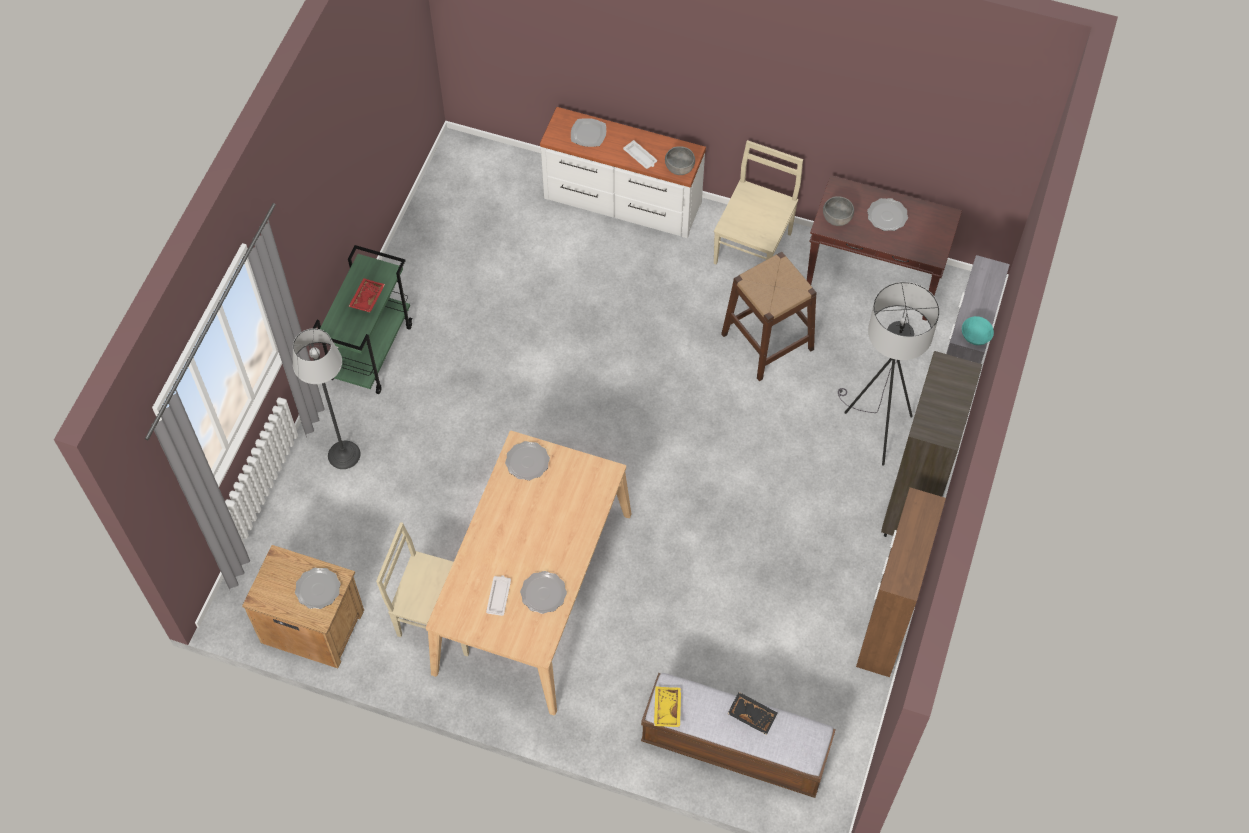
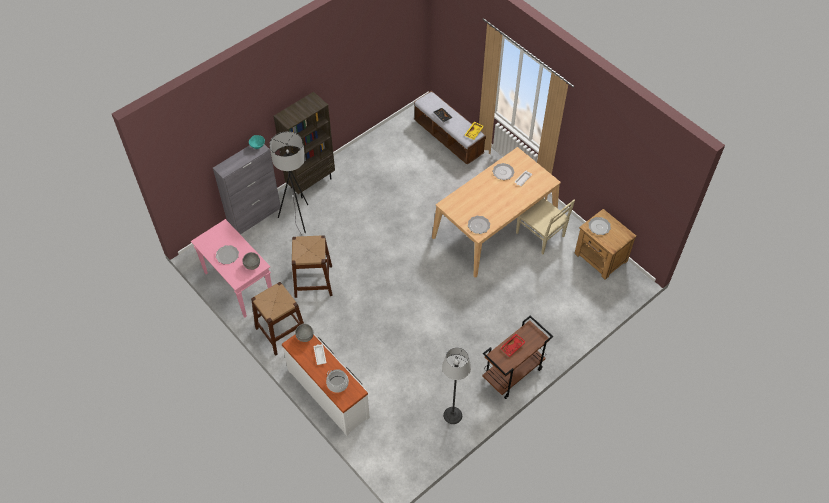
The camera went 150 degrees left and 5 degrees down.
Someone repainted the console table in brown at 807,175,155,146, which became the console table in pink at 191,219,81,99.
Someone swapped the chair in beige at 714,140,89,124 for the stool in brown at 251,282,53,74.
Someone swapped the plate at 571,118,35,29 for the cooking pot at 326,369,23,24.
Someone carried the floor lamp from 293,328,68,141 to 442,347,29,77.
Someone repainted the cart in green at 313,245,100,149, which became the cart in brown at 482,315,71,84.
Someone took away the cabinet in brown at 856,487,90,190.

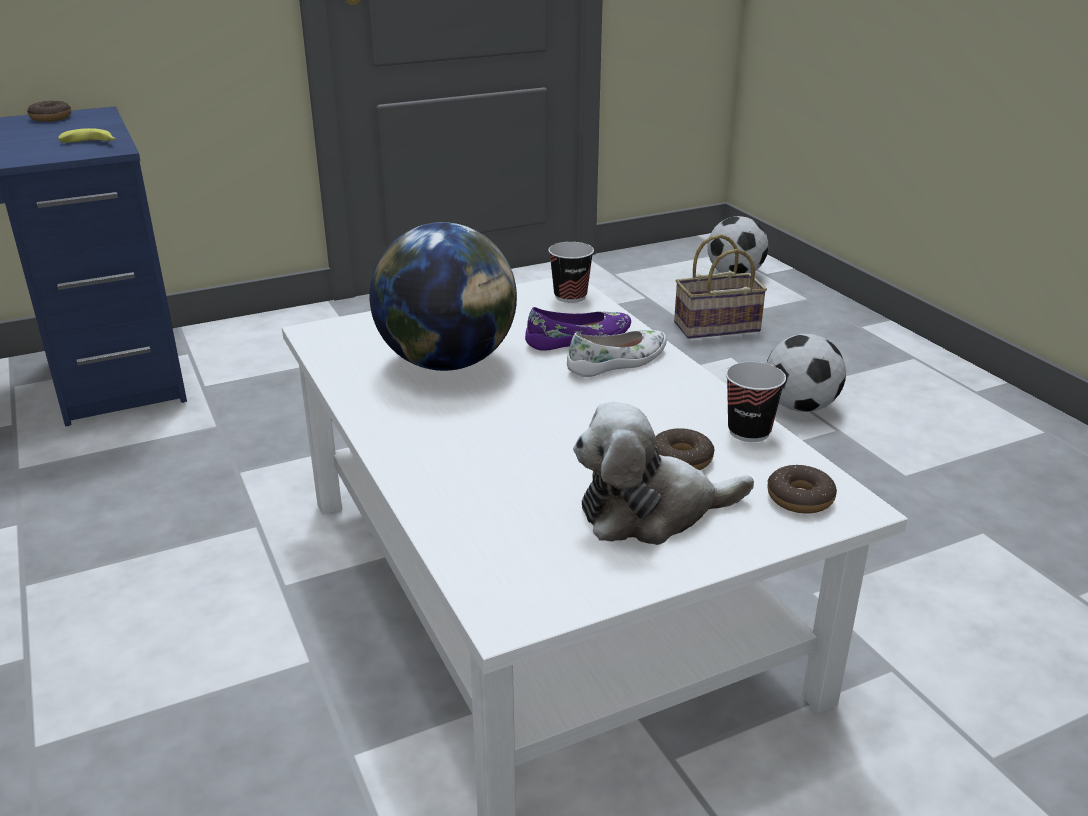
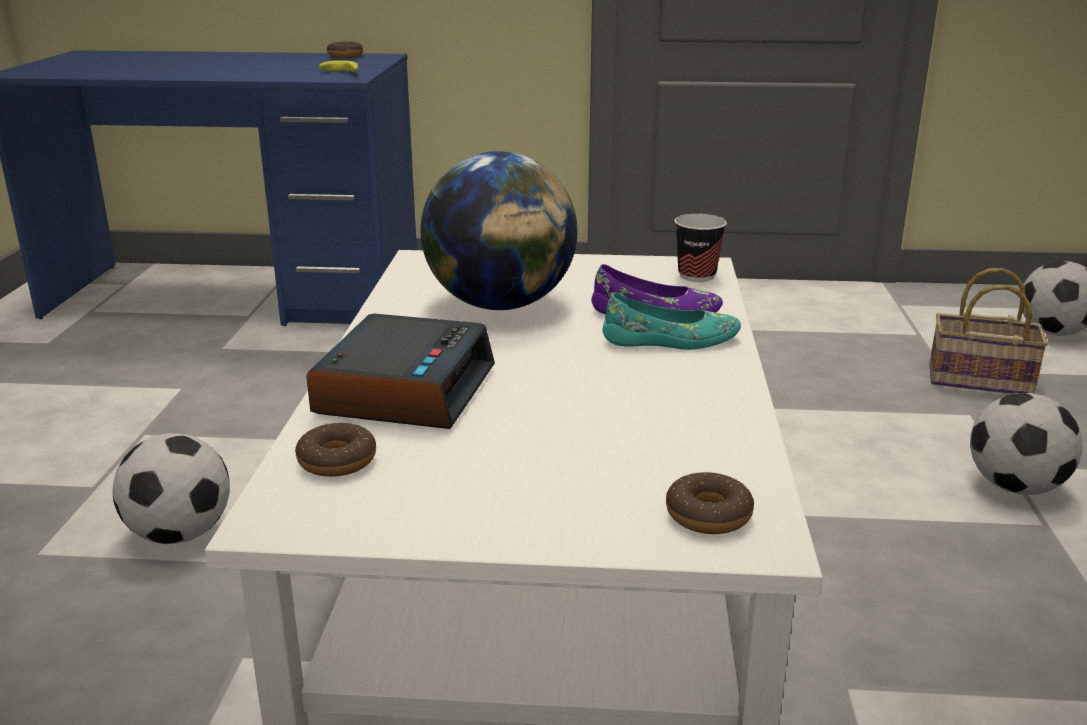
The camera went 30 degrees right and 5 degrees down.
Someone put down the football at 112,433,118,111.
Someone carried the donut from 655,428,60,42 to 295,423,81,54.
Someone put down the alarm clock at 306,314,189,115.
Someone repainted the shoe in white at 567,330,100,47, which became the shoe in turquoise at 602,292,139,58.
Someone took away the plush toy at 573,402,181,143.
Someone took away the cup at 726,362,60,80.

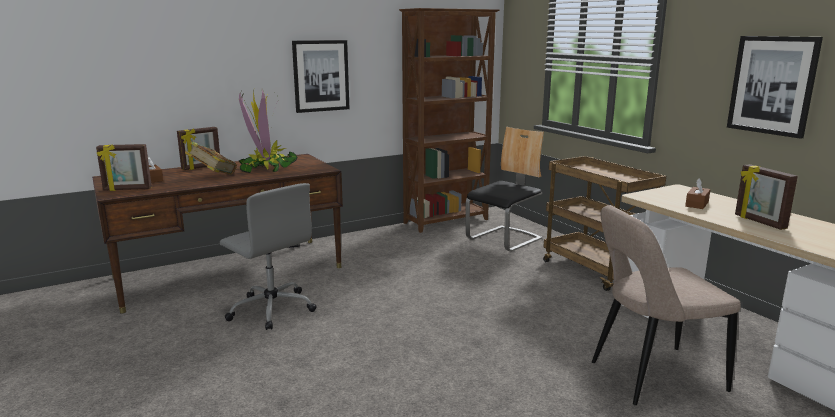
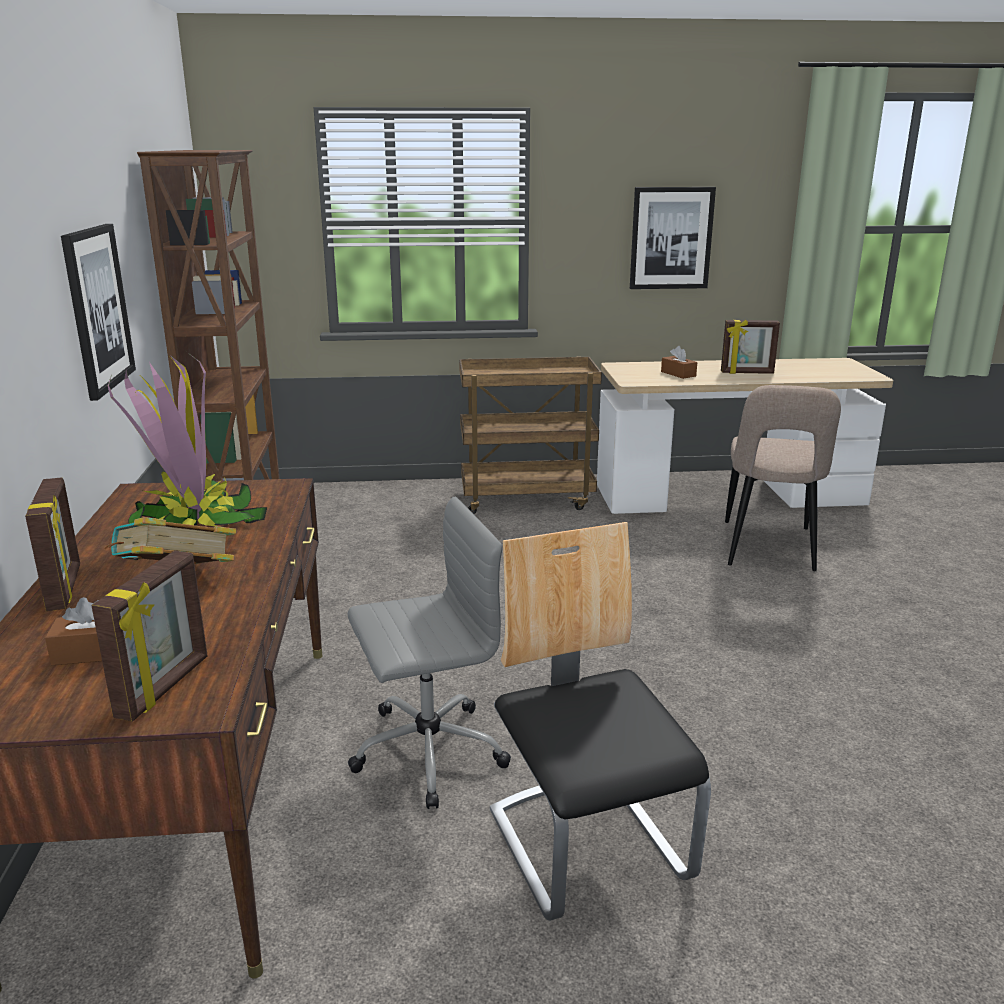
The camera went 65 degrees left and 5 degrees up.
Someone carried the chair from 466,127,78,125 to 490,522,221,399.

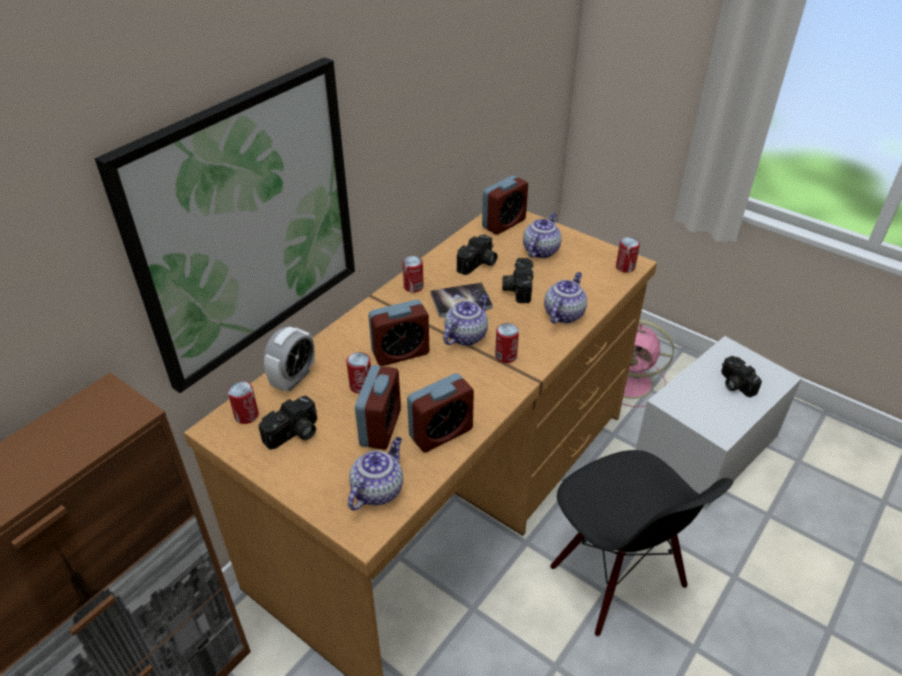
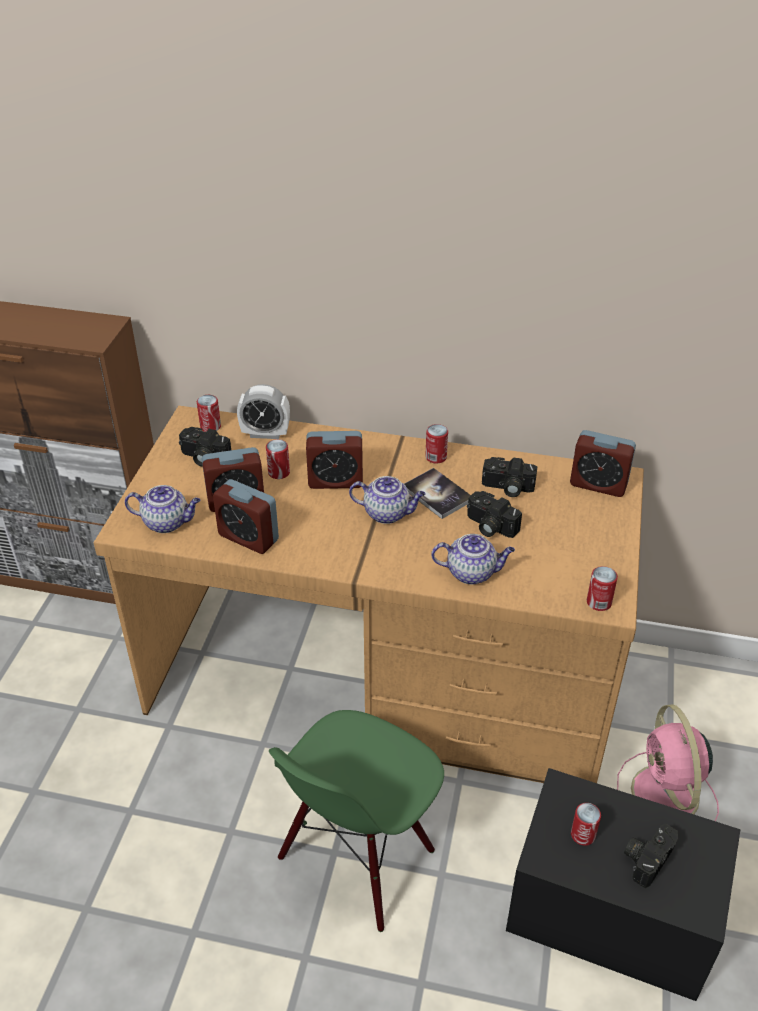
The camera went 65 degrees right and 0 degrees up.
Someone repainted the chair in black at 551,450,182,187, which became the chair in green at 269,710,175,222.
Someone rotated the alarm clock at 368,300,61,66 by 45 degrees counterclockwise.
Someone rotated the photo camera at 502,258,31,45 by 120 degrees counterclockwise.
Someone repainted the storage box in white at 635,336,167,173, which became the storage box in black at 506,768,235,233.
Someone carried the can from 495,323,24,40 to 571,803,30,43.
Someone took away the picture at 95,57,260,336.
Someone took away the teapot at 523,213,39,45.

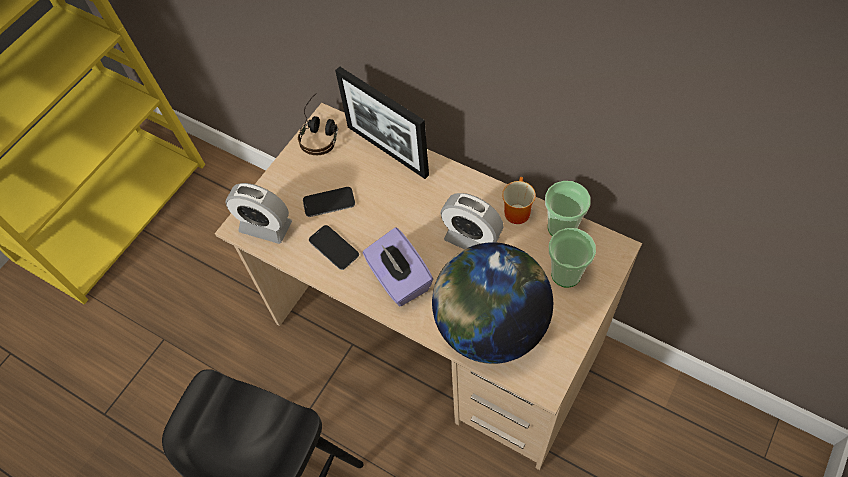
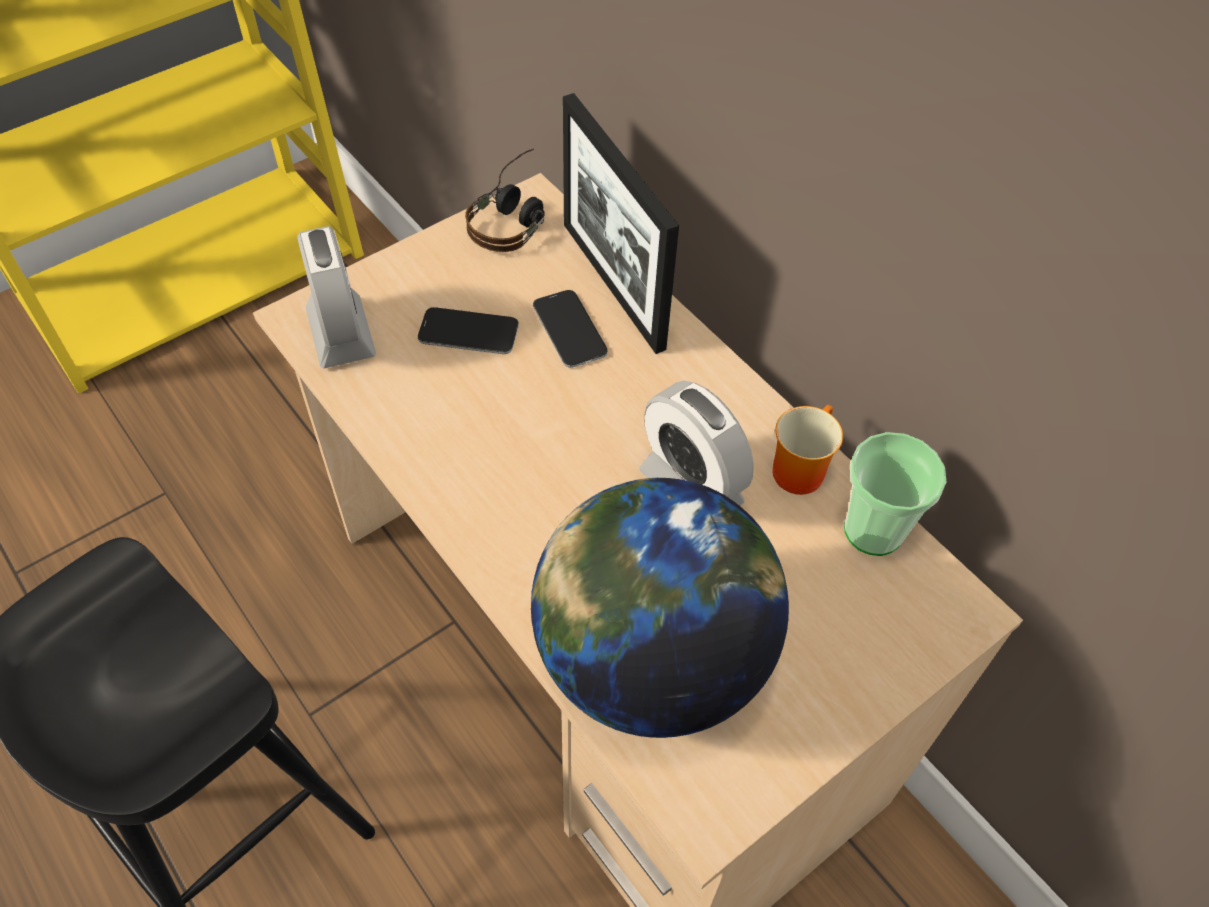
The camera went 15 degrees right and 5 degrees down.
Someone rotated the alarm clock at 225,183,67,61 by 150 degrees counterclockwise.
Someone carried the phone from 309,225,50,45 to 533,290,75,78.
Someone took away the tissue box in purple at 363,227,70,79.
Someone took away the cup at 549,228,47,59.

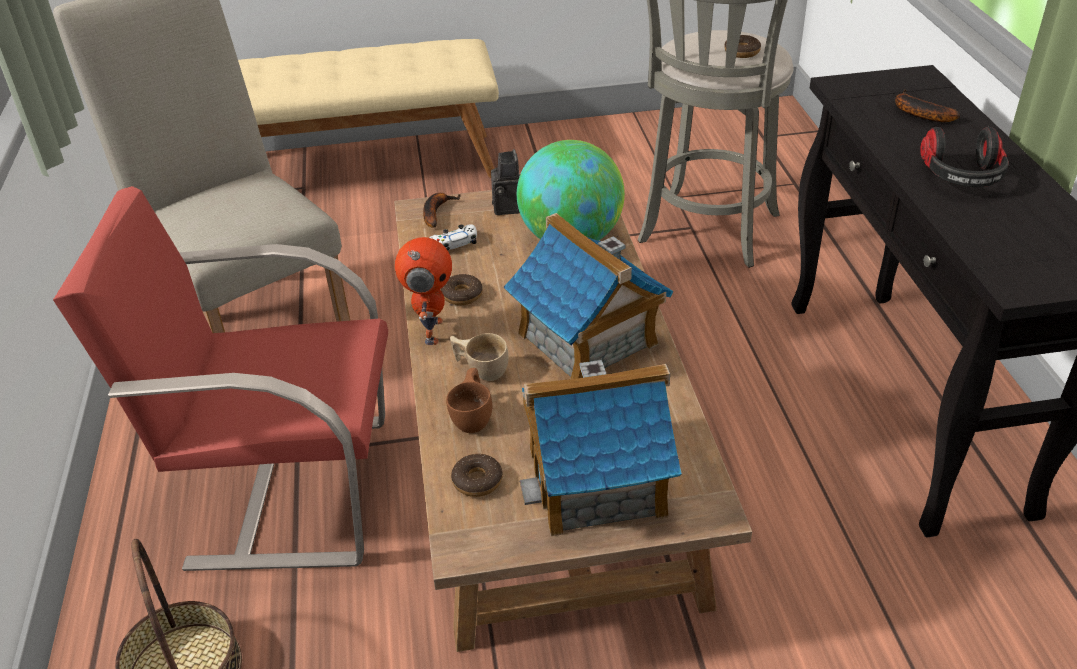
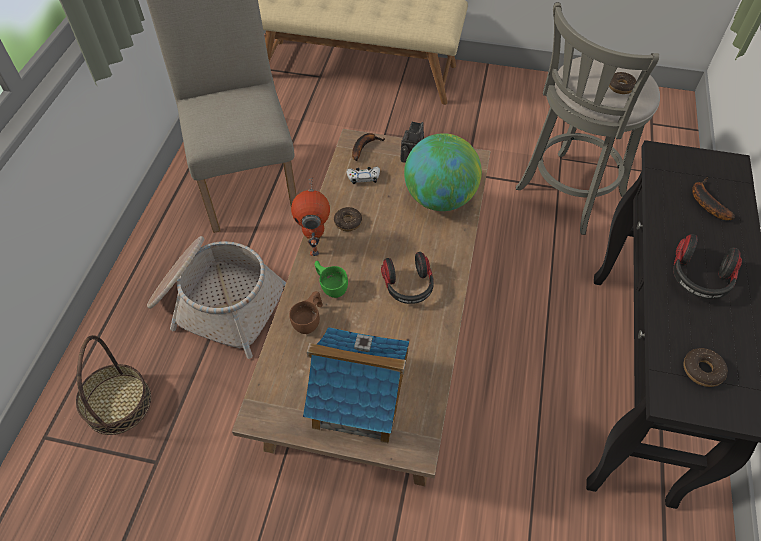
The camera went 20 degrees right and 15 degrees up.
Someone swapped the chair in red at 53,186,335,385 for the basket at 147,236,139,123.
Someone rotated the toy robot at 395,237,57,108 by 150 degrees clockwise.
Someone repainted the cup in beige at 450,333,58,48, which became the cup in green at 315,261,33,37.
Someone swapped the toy house at 504,213,169,166 for the headphones at 381,252,53,52.
Someone carried the donut from 451,454,52,43 to 684,348,44,39.

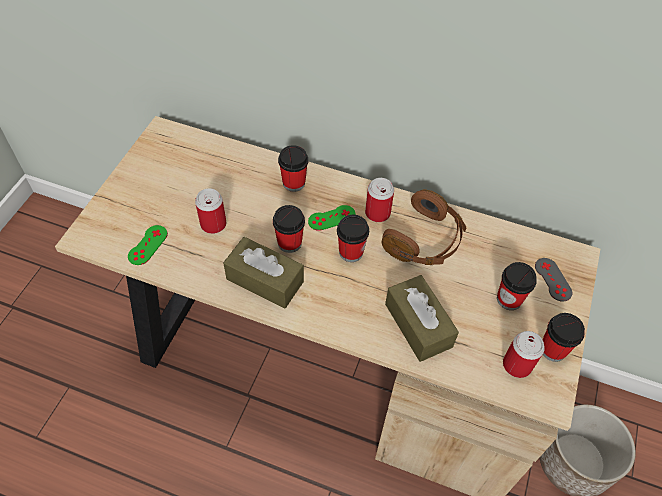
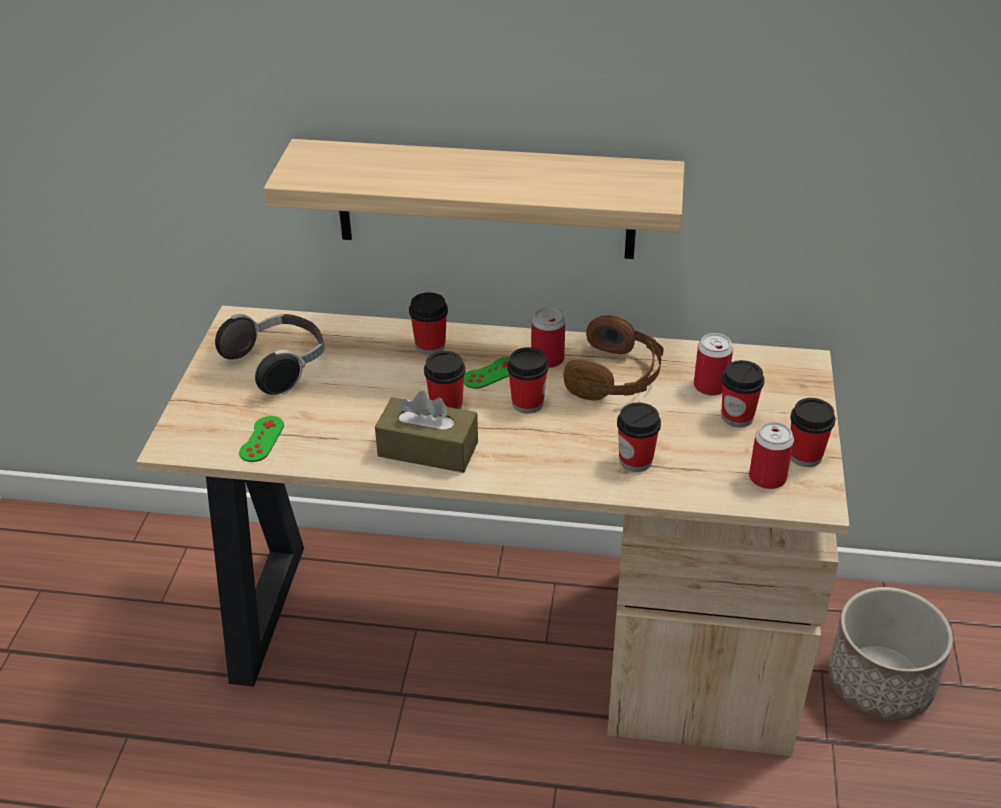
The camera went 10 degrees left and 15 degrees down.
Someone put down the headphones at 215,314,109,81.
Someone put up the shelf at 263,139,422,120.
Someone swapped the tissue box in brown at 385,275,74,87 for the cup at 617,402,44,70.
Someone carried the can from 195,188,31,46 to 694,333,39,63.
Someone took away the game controller in grey at 535,258,38,44.

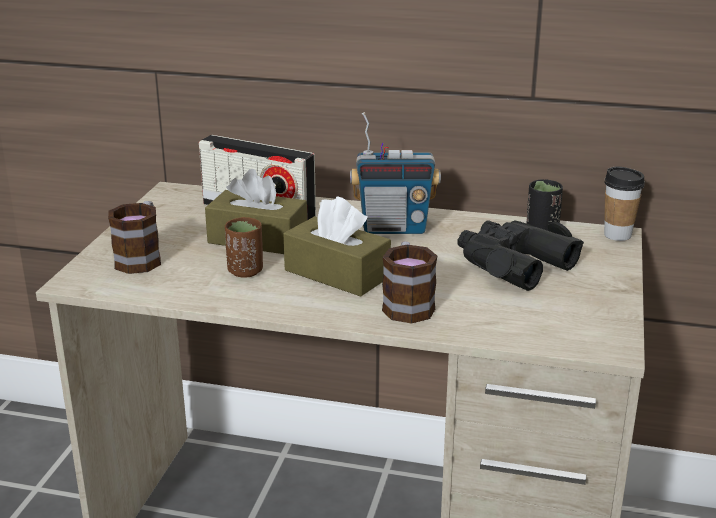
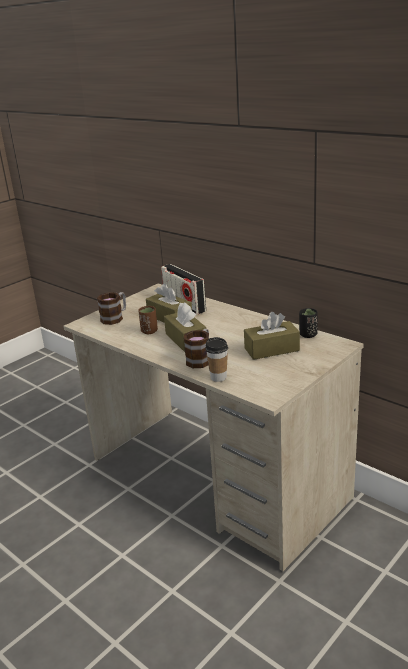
The camera went 30 degrees right and 0 degrees up.
Someone carried the cup from 604,166,41,75 to 205,337,23,45.
Someone swapped the binoculars in black at 457,220,127,71 for the tissue box in brown at 244,312,56,48.
Someone took away the radio at 350,112,91,122.

